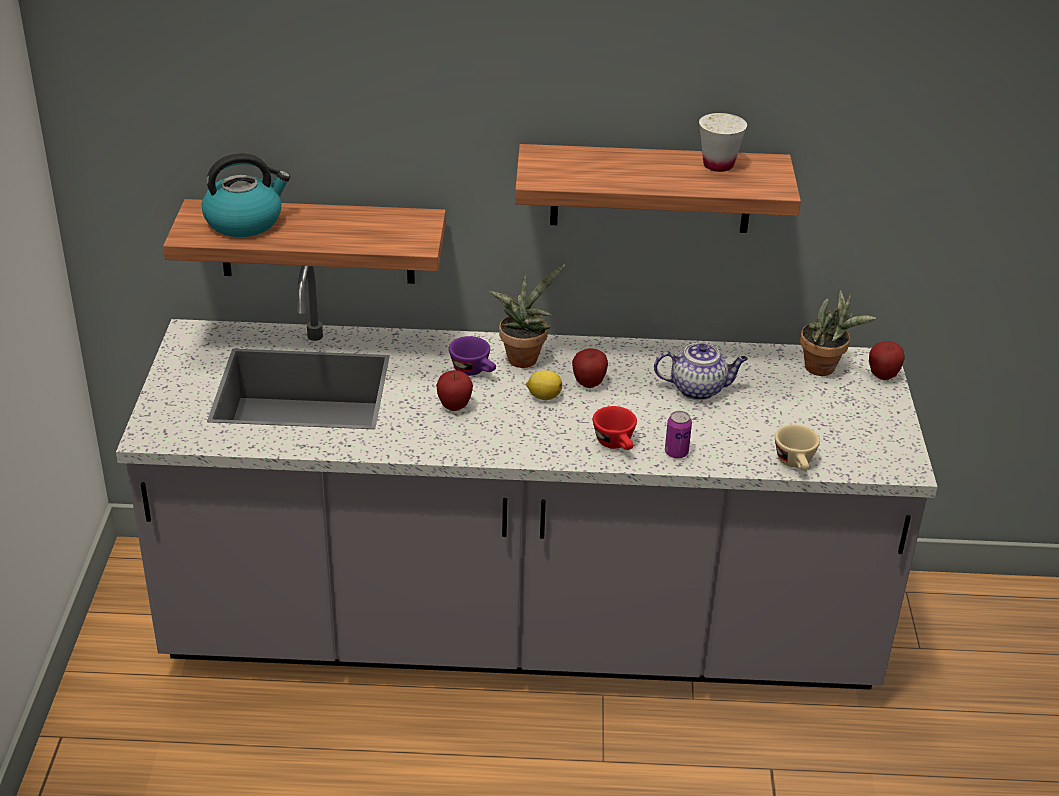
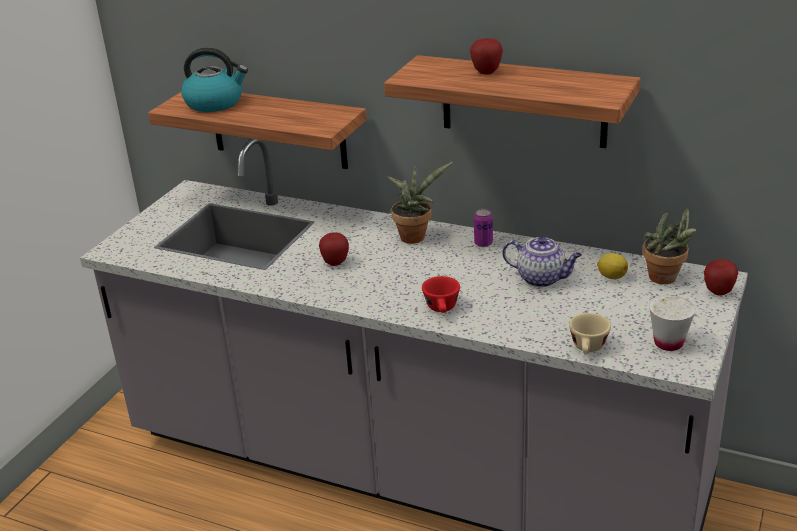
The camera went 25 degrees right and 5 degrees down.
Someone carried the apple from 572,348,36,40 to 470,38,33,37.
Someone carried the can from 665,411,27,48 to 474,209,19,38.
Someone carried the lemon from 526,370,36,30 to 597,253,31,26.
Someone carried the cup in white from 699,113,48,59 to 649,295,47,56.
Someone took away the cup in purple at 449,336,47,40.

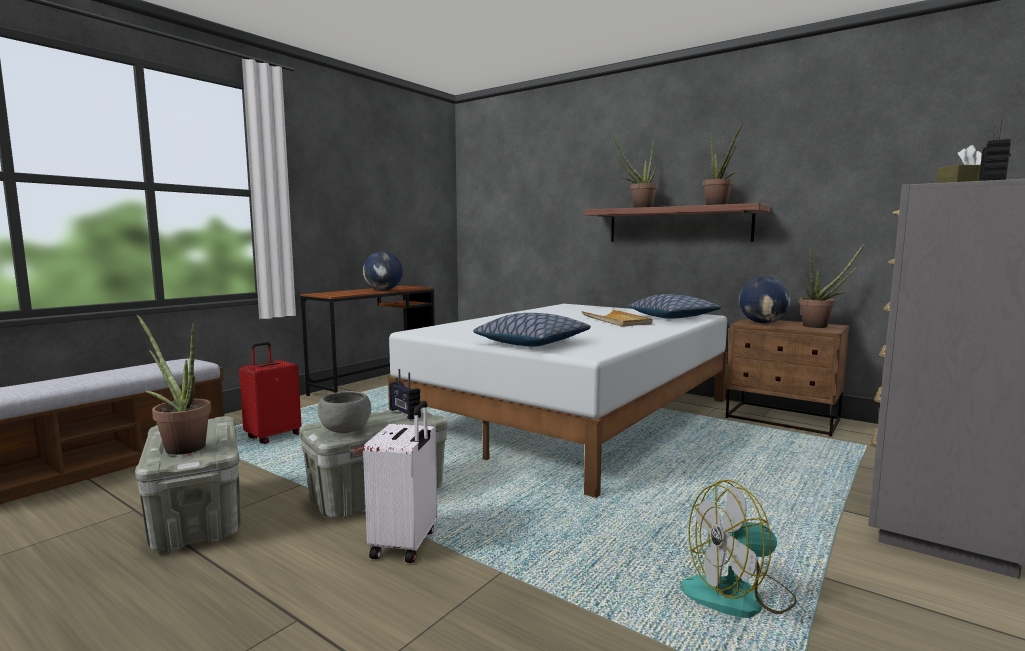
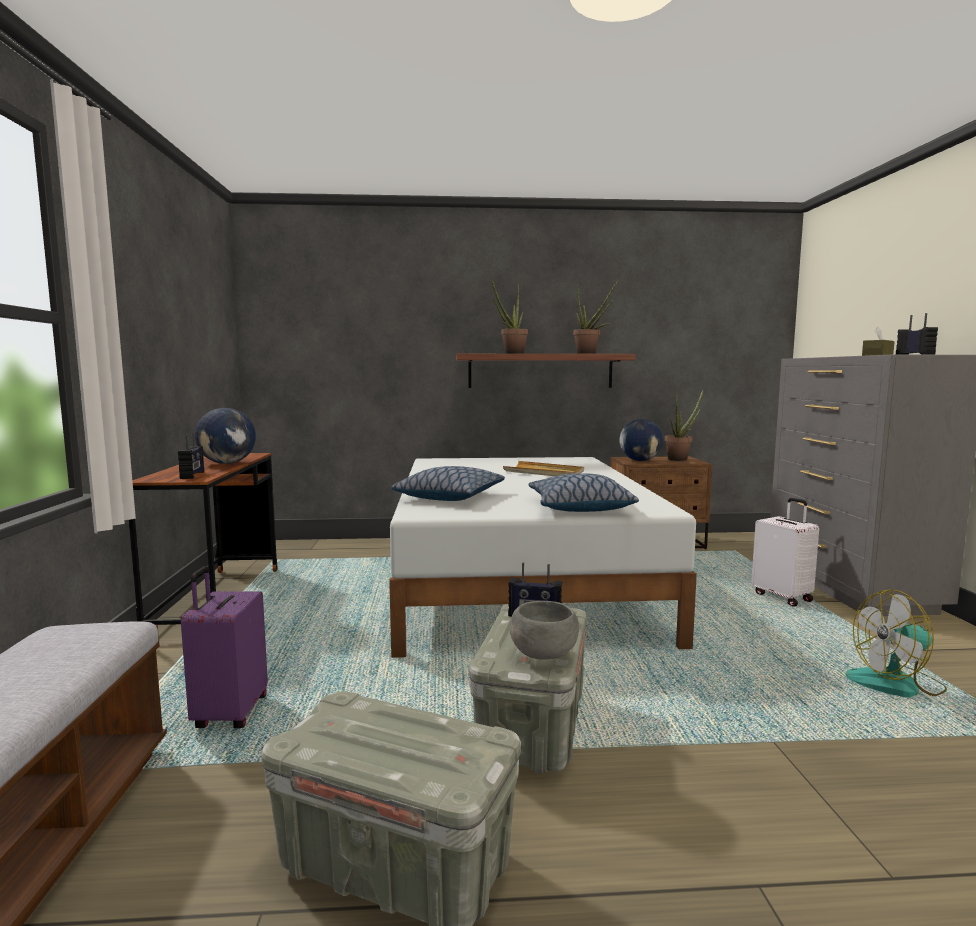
The camera went 40 degrees left and 0 degrees up.
Someone put down the radio at 178,433,26,46.
Someone repainted the suitcase in red at 239,342,62,102, which became the suitcase in purple at 181,566,87,162.
Someone carried the pillow from 628,294,93,25 to 391,466,114,35.
Someone carried the suitcase in white from 363,401,75,162 to 751,498,68,108.
Someone rotated the fan at 681,480,116,138 by 45 degrees clockwise.
Someone took away the potted plant at 137,315,74,140.

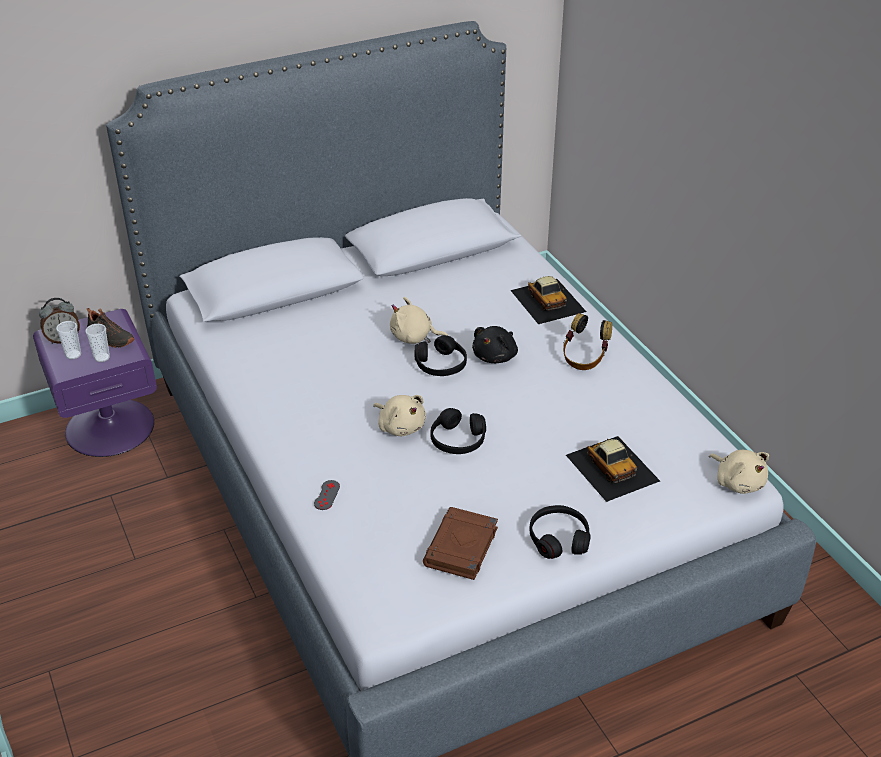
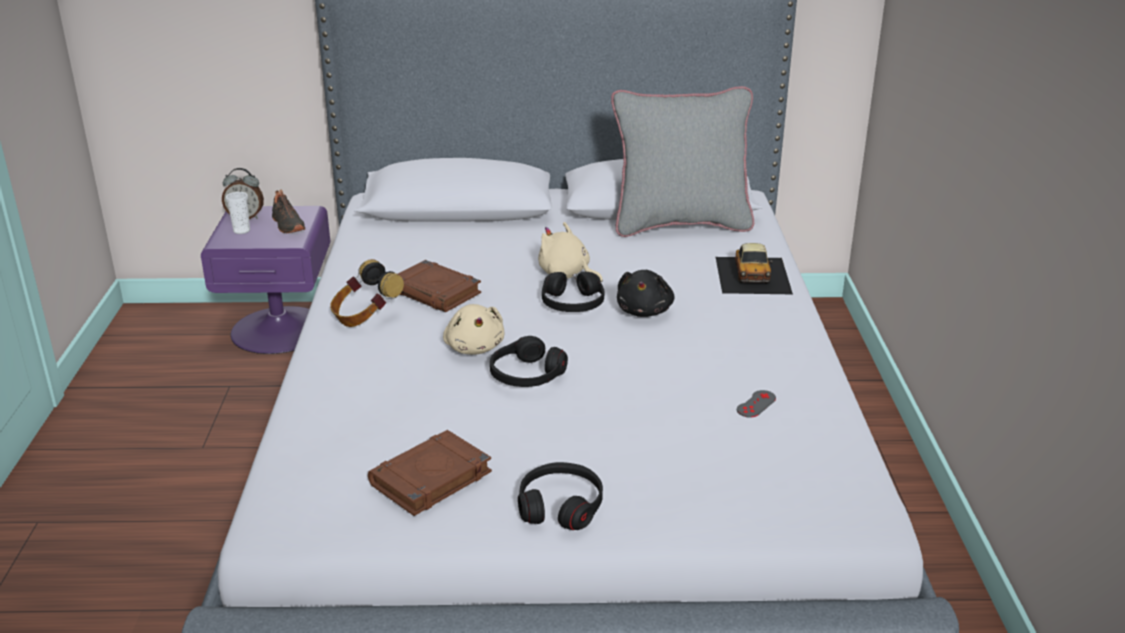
The camera went 25 degrees right and 10 degrees down.
Someone carried the headphones from 563,313,49,57 to 330,259,74,68.
Someone put down the book in brown at 398,260,83,52.
Someone put down the pillow in grey at 611,86,143,151.
Someone rotated the plush toy in black at 472,326,46,37 by 45 degrees counterclockwise.
Someone carried the game controller in grey from 314,480,26,30 to 737,390,39,27.
Someone took away the cup at 85,324,25,38.
Someone took away the toy car at 566,436,94,66.
Someone took away the plush toy in beige at 709,450,60,44.

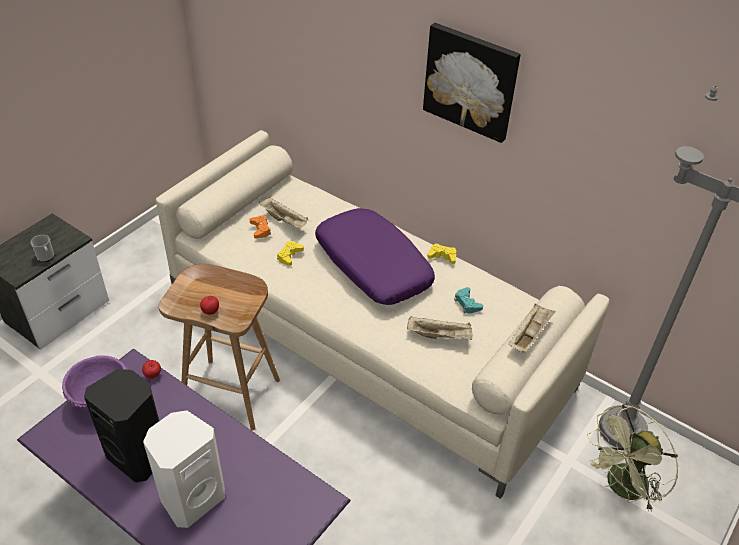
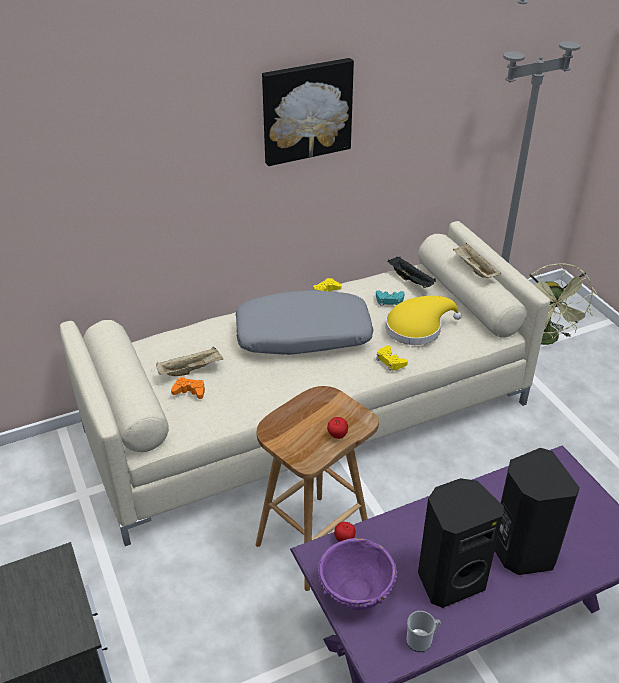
The camera went 60 degrees left and 5 degrees down.
Someone repainted the pillow in purple at 315,208,120,97, which became the pillow in grey at 236,290,138,65.
Someone carried the game controller in yellow from 277,241,27,25 to 376,345,32,26.
Someone swapped the tray in beige at 407,316,65,24 for the hat in yellow at 385,296,77,49.
Someone put down the tray in black at 387,256,49,32.
Someone carried the mug from 30,235,24,27 to 406,611,35,41.
Someone repainted the speaker in white at 143,411,82,117, which became the speaker in black at 495,448,85,127.

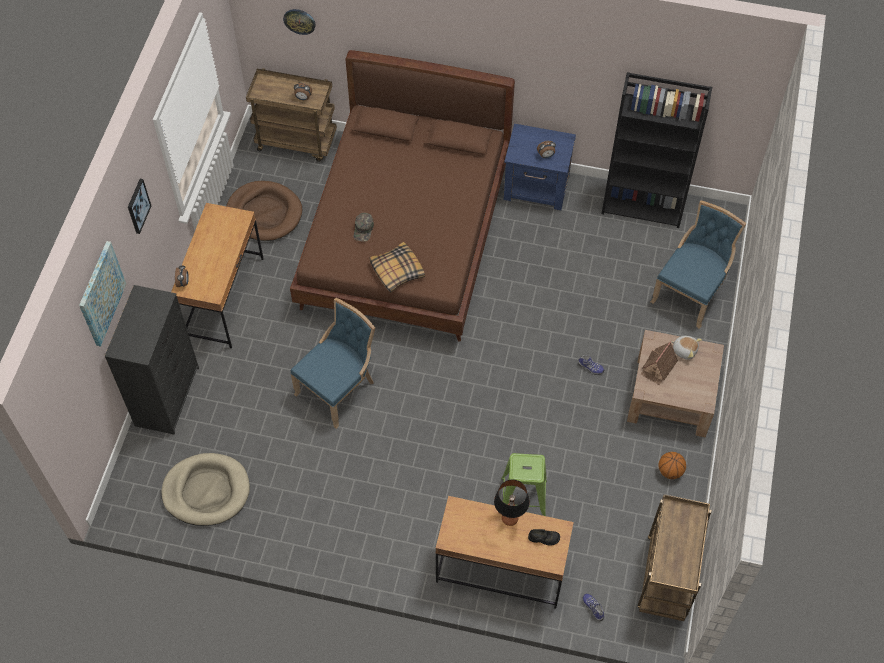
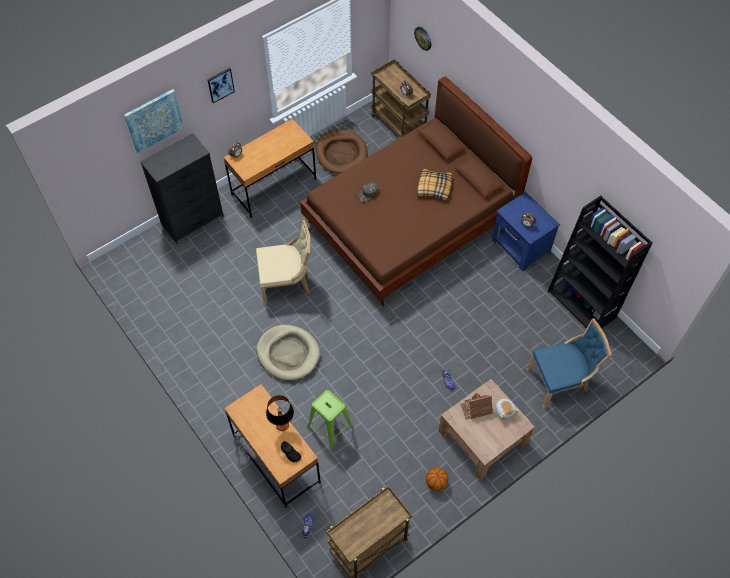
The camera went 40 degrees right and 0 degrees up.
Someone repainted the chair in blue at 291,298,84,131, which became the chair in beige at 256,220,54,85.
Someone carried the dog bed in beige from 161,453,89,73 to 256,325,64,56.
Someone carried the pillow from 369,242,56,50 to 417,168,35,33.

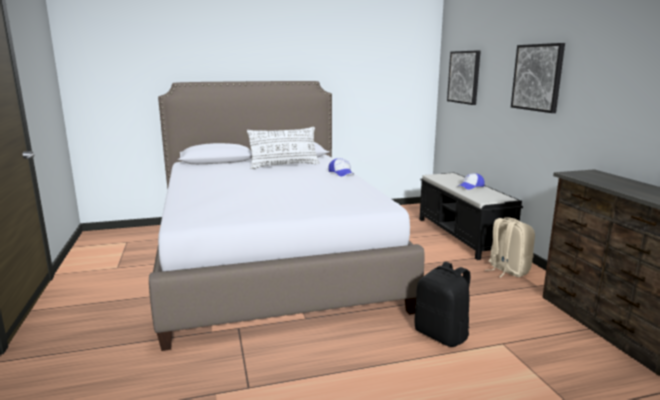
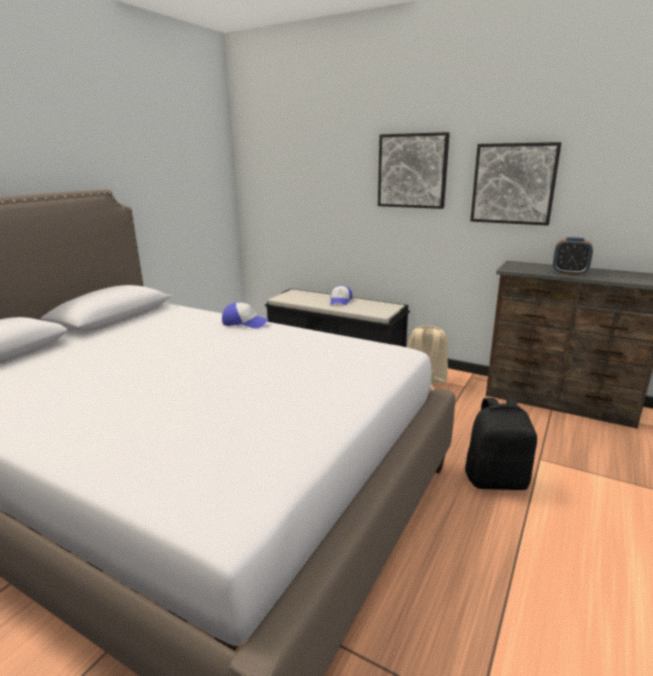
The camera went 45 degrees left and 5 degrees up.
Someone carried the picture from 447,50,34,55 to 470,142,92,84.
Someone put down the alarm clock at 553,237,40,38.
Someone took away the pillow in white at 247,127,72,42.

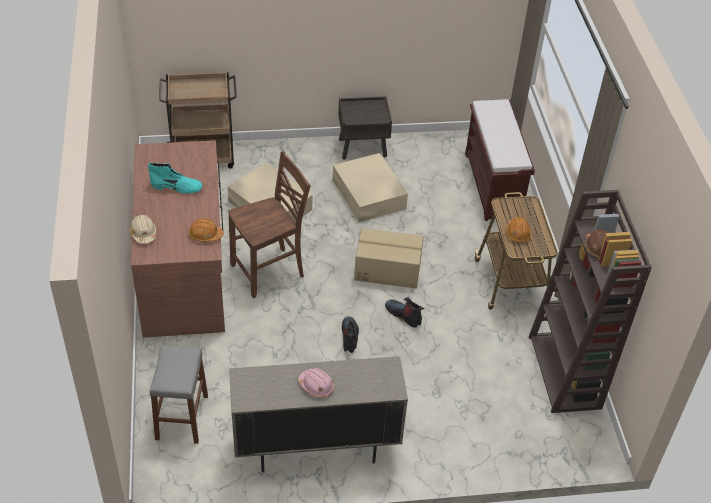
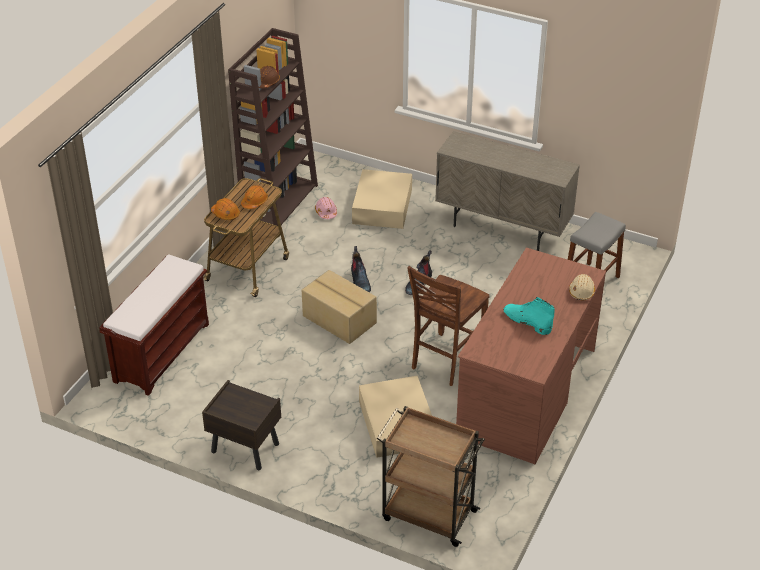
The camera went 145 degrees left and 5 degrees down.
Someone carried the hard hat in orange from 189,218,34,24 to 211,198,29,22.
Someone carried the hard hat in pink from 298,368,36,30 to 315,197,22,22.
Someone carried the storage box in beige from 333,153,75,69 to 352,169,60,60.
Someone rotated the chair in brown at 228,151,83,147 by 60 degrees counterclockwise.

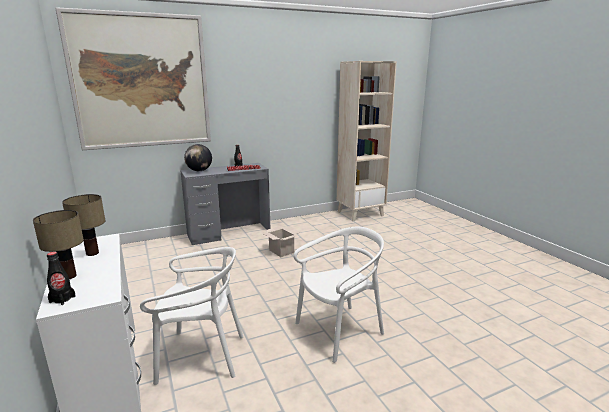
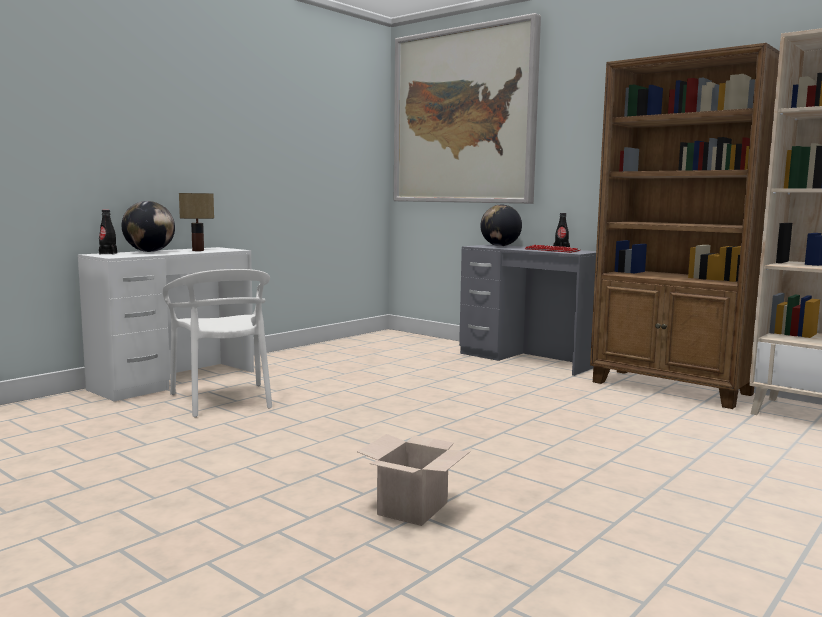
The camera went 65 degrees right and 10 degrees down.
Someone swapped the table lamp at 33,210,51,69 for the globe at 122,201,53,51.
Someone carried the cardboard box from 262,226,38,31 to 357,434,113,92.
Someone put down the bookcase in brown at 590,43,189,366.
Someone took away the chair in white at 294,227,90,136.

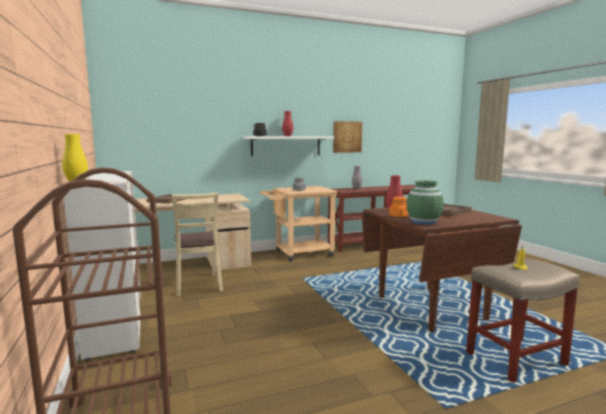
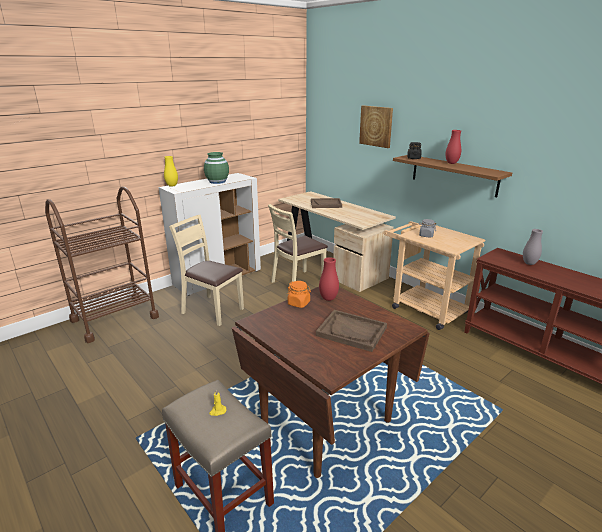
The camera went 70 degrees right and 15 degrees up.
Someone put down the chair in beige at 169,215,75,111.
Someone carried the vase in green from 406,180,38,44 to 204,152,25,32.
Someone carried the picture from 333,121,29,32 to 359,105,34,43.
Someone repainted the shelf in white at 243,136,91,20, which became the shelf in brown at 393,155,119,42.

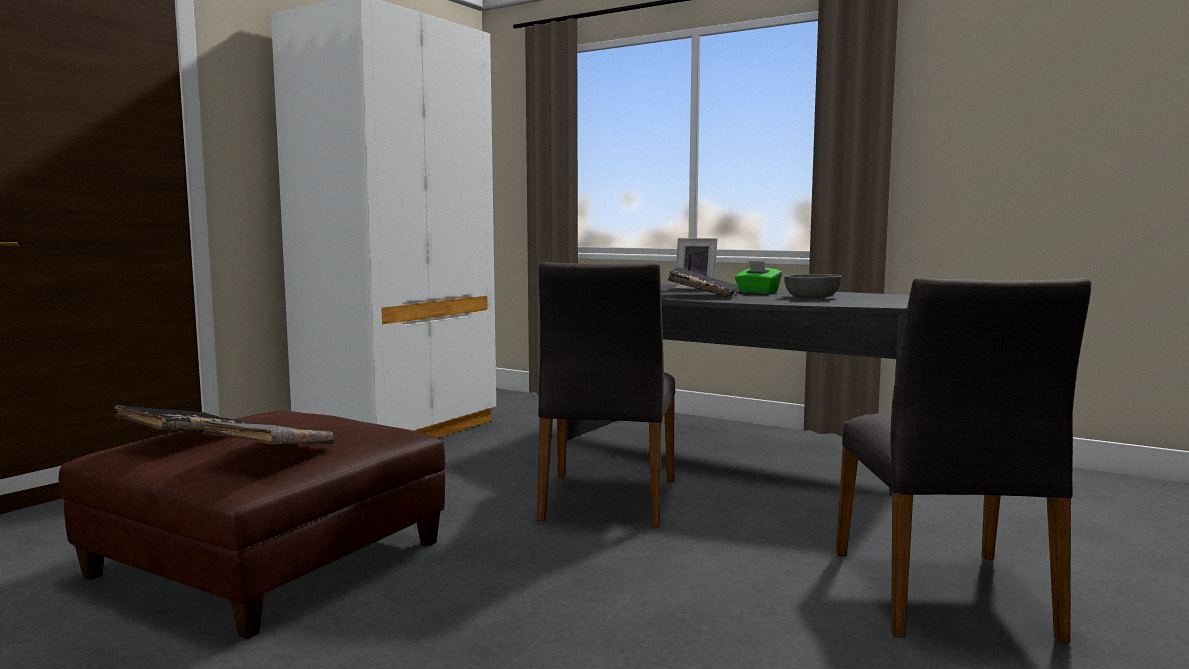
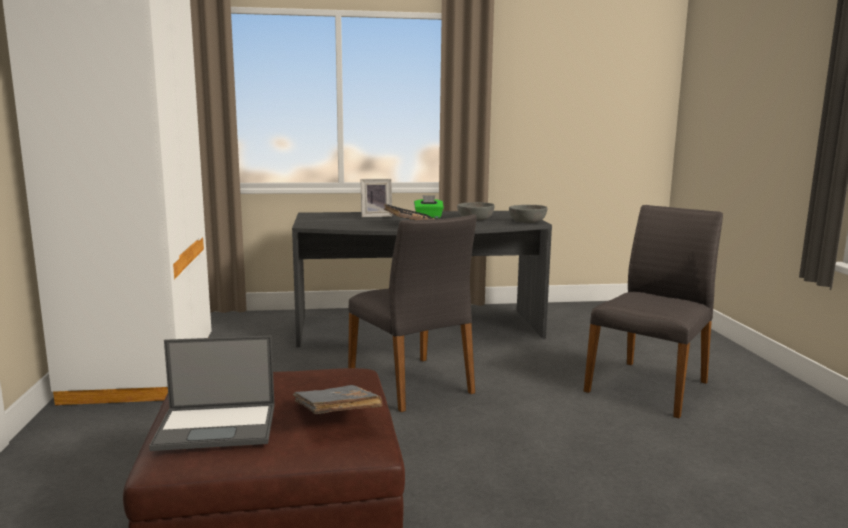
The camera went 40 degrees left and 5 degrees up.
Someone swapped the book in black at 114,405,131,26 for the laptop at 149,336,126,115.
Someone put down the bowl in grey at 509,205,38,18.
Someone rotated the chair in grey at 836,278,255,364 by 105 degrees counterclockwise.

